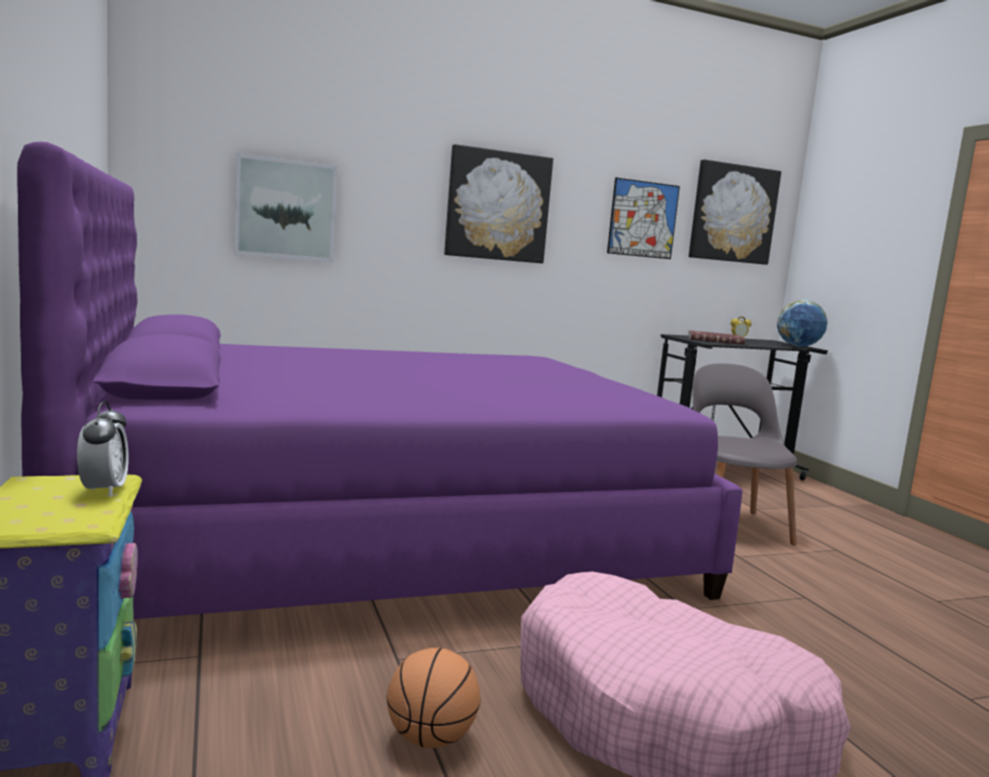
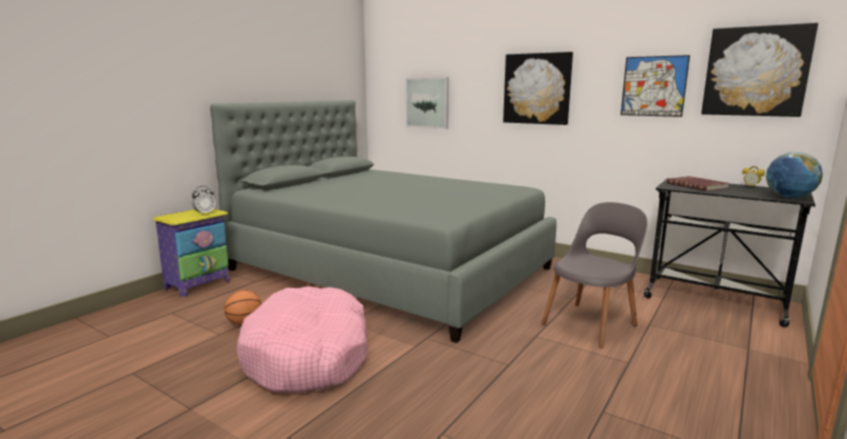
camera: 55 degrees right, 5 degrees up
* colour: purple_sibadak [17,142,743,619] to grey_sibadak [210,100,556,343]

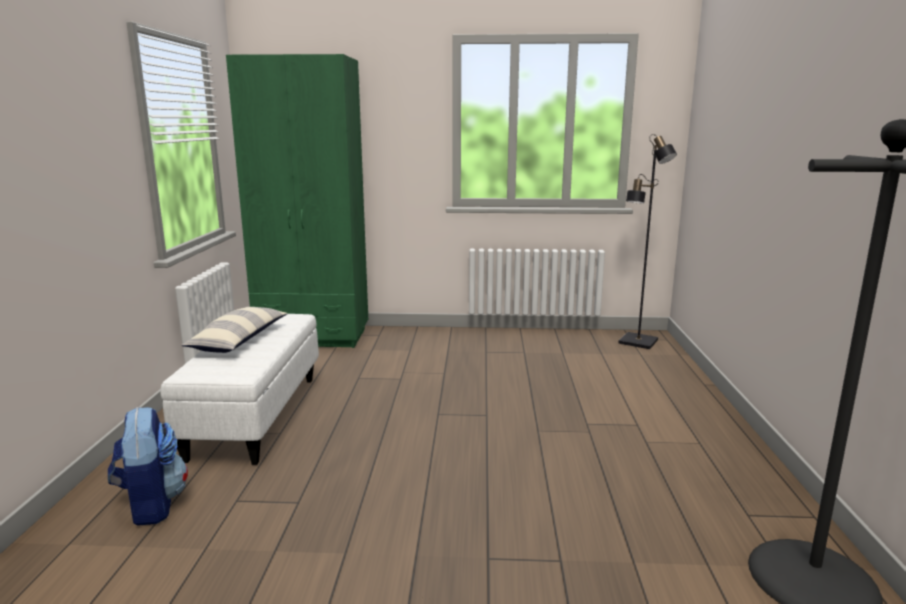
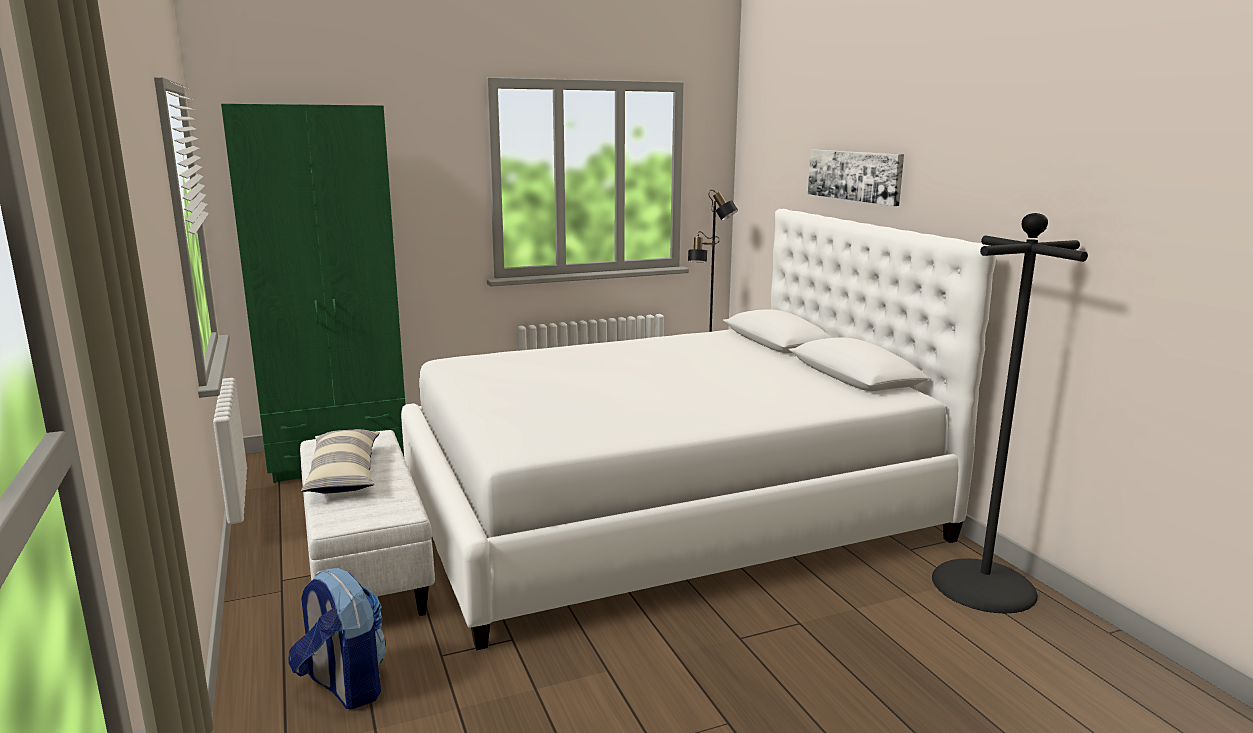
camera: 25 degrees left, 0 degrees up
* appeared: white_sibadak [401,209,996,650]
* appeared: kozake [808,150,904,206]

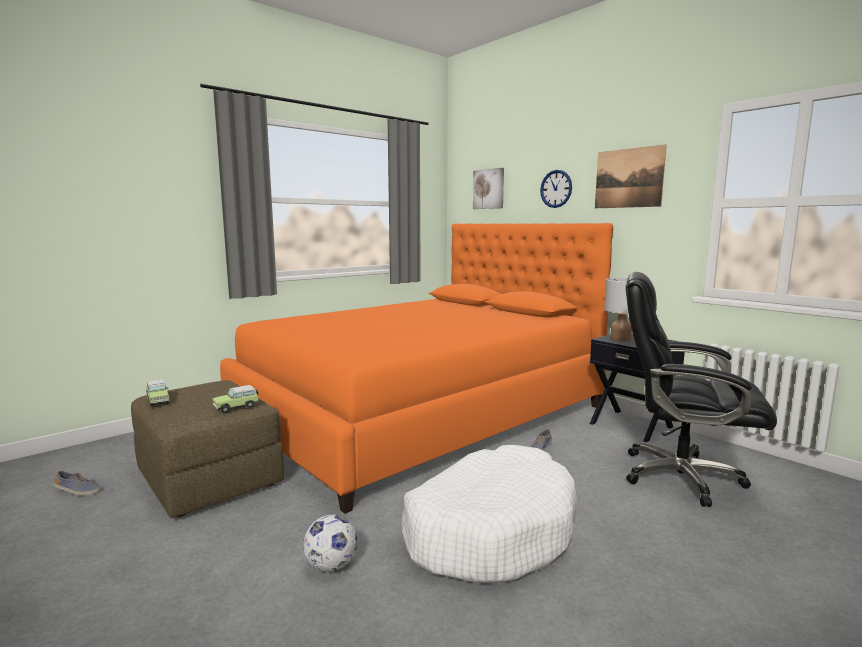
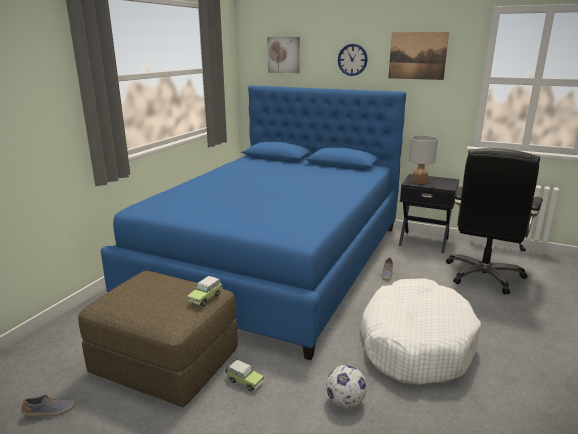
camera: 25 degrees left, 10 degrees up
* colour: orange_sibadak [220,223,613,514] to blue_sibadak [101,85,406,360]
* relocated: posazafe [146,379,170,407] to [226,360,264,391]
* spun: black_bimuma [626,272,777,507] = [446,148,543,295] 60 degrees counterclockwise

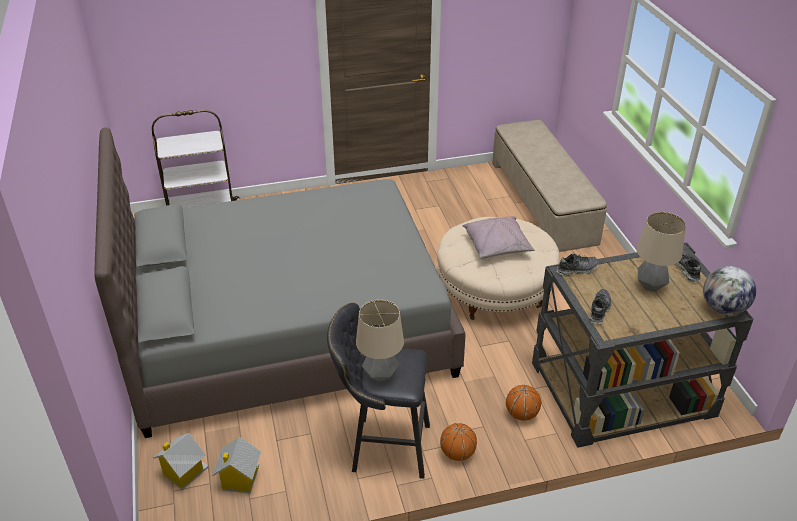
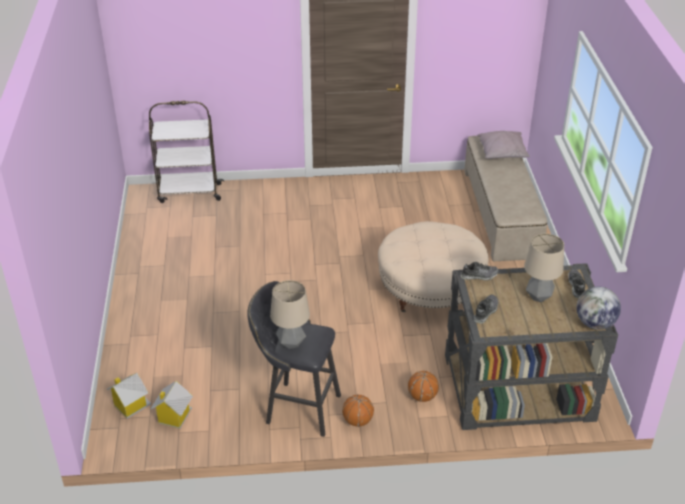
camera: 10 degrees right, 0 degrees up
* relocated: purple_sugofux [463,216,535,259] to [478,131,530,159]
* missing: grey_sibadak [94,127,465,438]

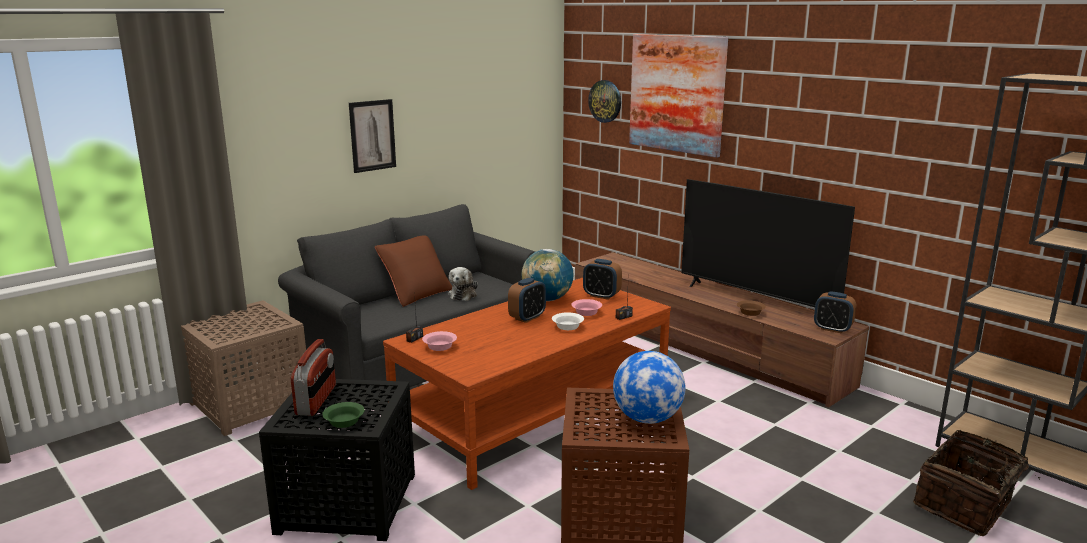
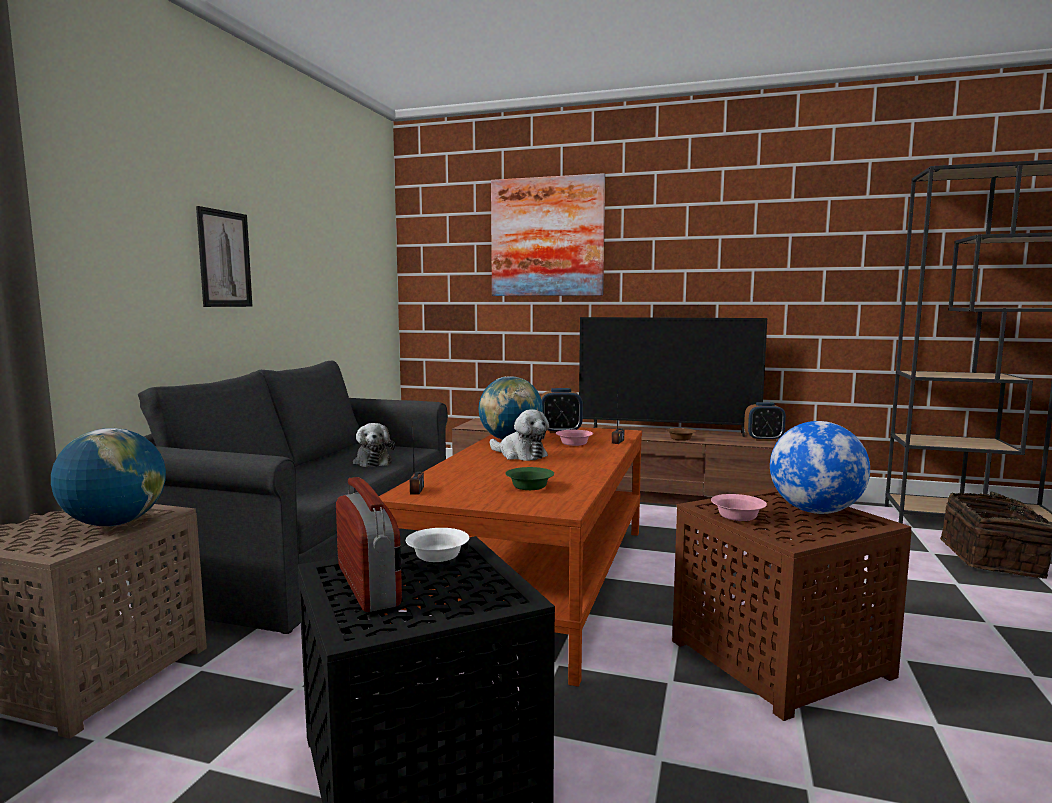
camera: 30 degrees left, 10 degrees down
* appeared: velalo [51,428,166,526]
* relocated: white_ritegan [552,312,584,330] to [406,528,469,562]
* exchanged: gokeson [508,278,546,323] to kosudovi [490,409,549,461]
* relocated: green_ritegan [322,402,365,428] to [505,467,554,490]
* relocated: pink_ritegan [422,331,457,351] to [711,494,767,521]
* missing: brown_sugofux [375,235,453,307]
* missing: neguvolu [588,80,621,123]

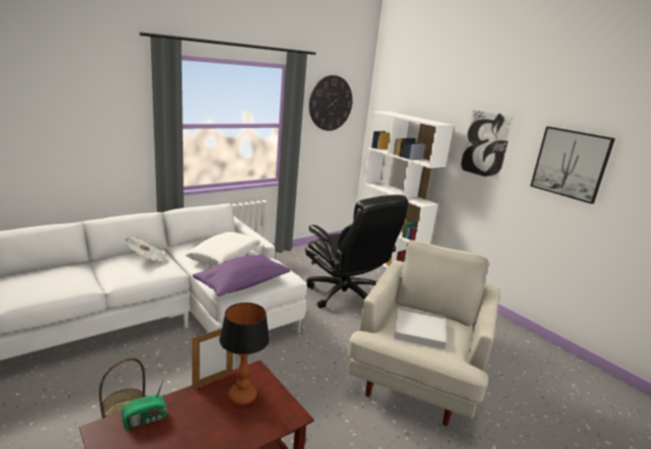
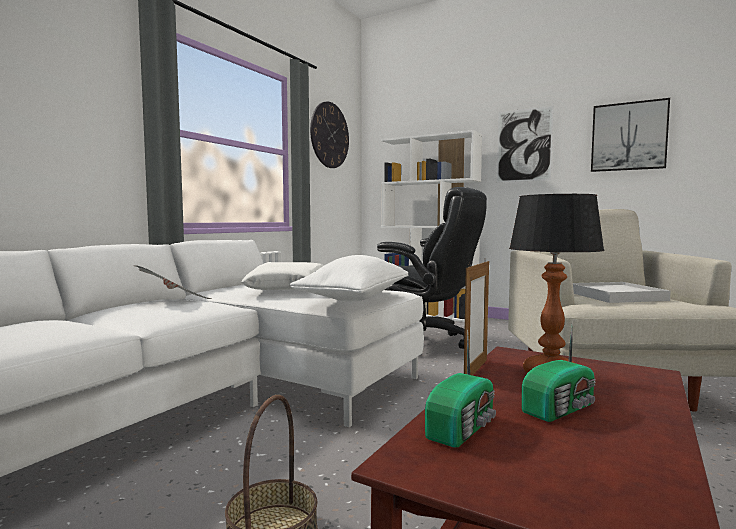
camera: 20 degrees left, 15 degrees down
* colour: purple_sugofux [192,254,290,297] to white_sugofux [290,255,408,302]
* appeared: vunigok [522,321,596,422]

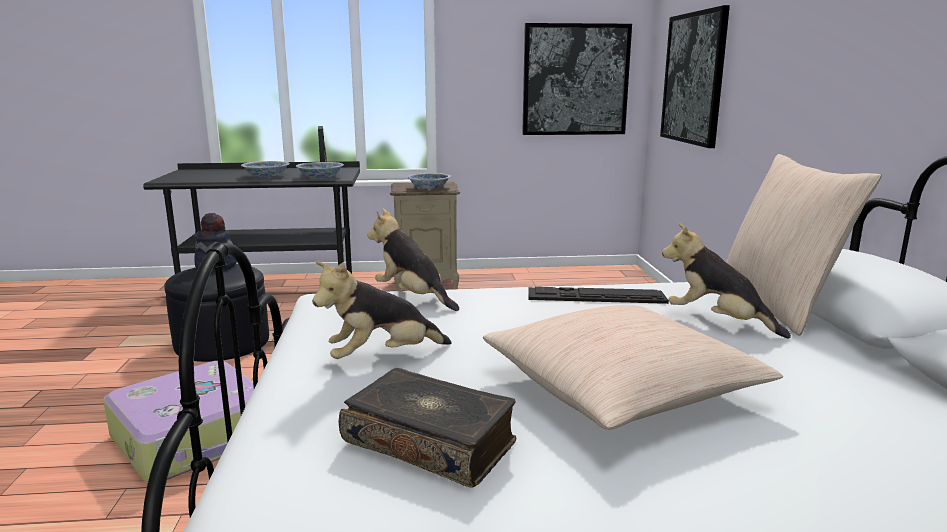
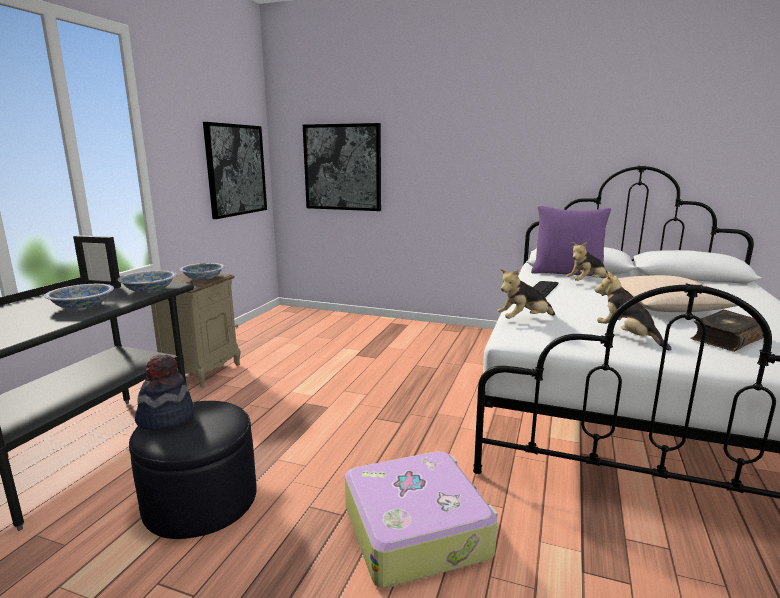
camera: 65 degrees left, 0 degrees up
* colour: beige_sugofux [726,154,882,336] to purple_sugofux [531,206,611,278]
* spun: kosudovi [312,261,452,359] = [595,272,671,351] 150 degrees clockwise

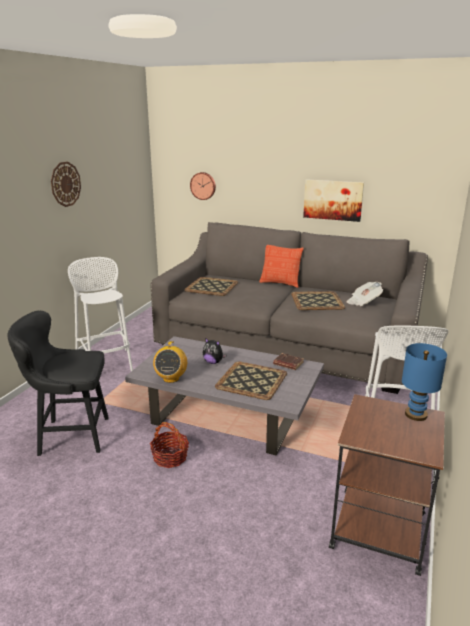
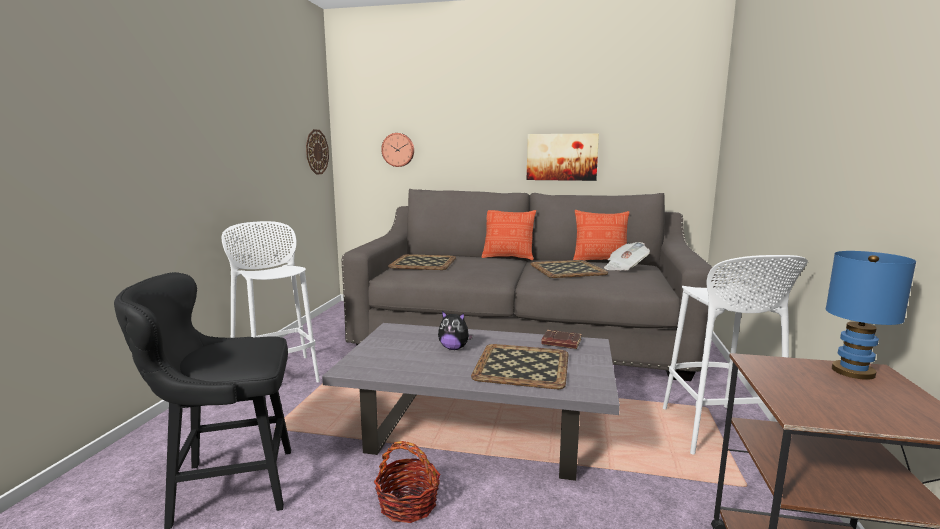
camera: 10 degrees left, 10 degrees down
* relocated: neguvolu [51,162,81,207] to [306,129,329,175]
* appeared: orange_sugofux [573,210,630,261]
* missing: vunigok [153,341,187,383]

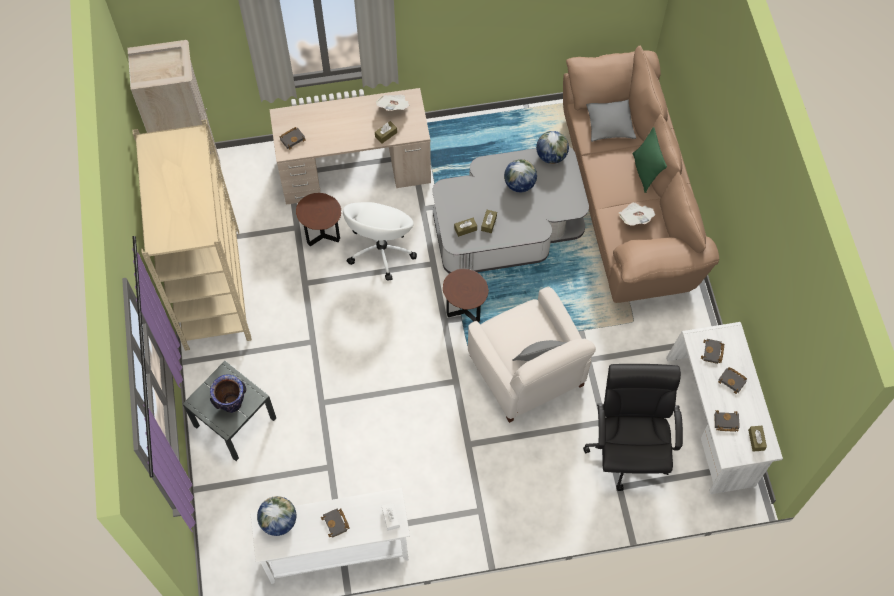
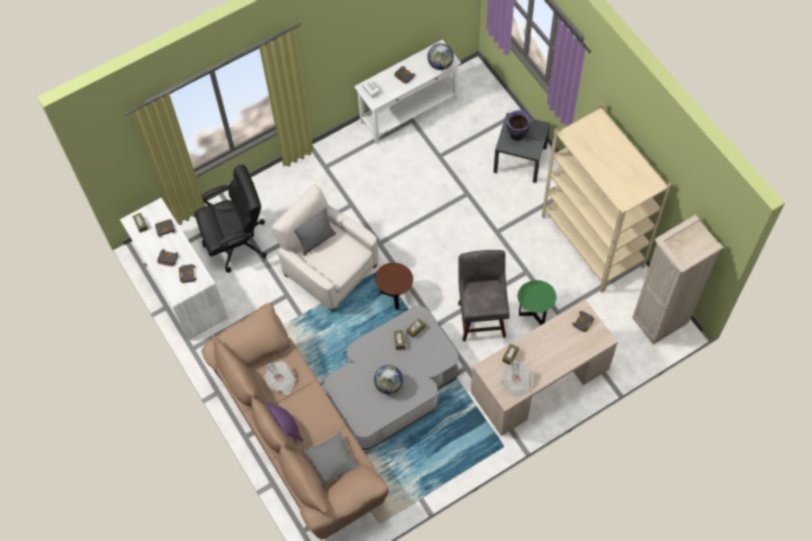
camera: 160 degrees right, 0 degrees up
* spun: black_bimuma [583,364,683,491] = [195,165,267,273] 90 degrees counterclockwise
* colour: green_sugofux [632,127,667,193] to purple_sugofux [264,401,303,441]
* exchanged: white_bimuma [343,202,417,281] to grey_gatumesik [458,250,510,341]
* colour: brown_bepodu [296,193,341,246] to green_bepodu [518,280,556,325]
* missing: velalo [536,131,569,164]

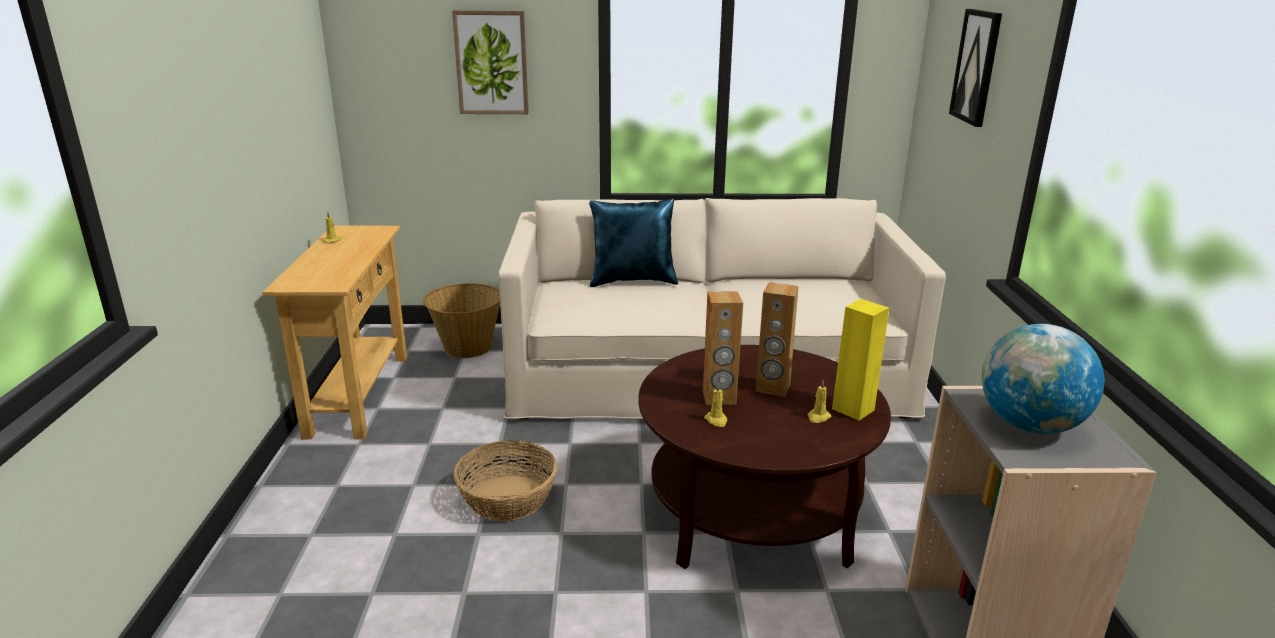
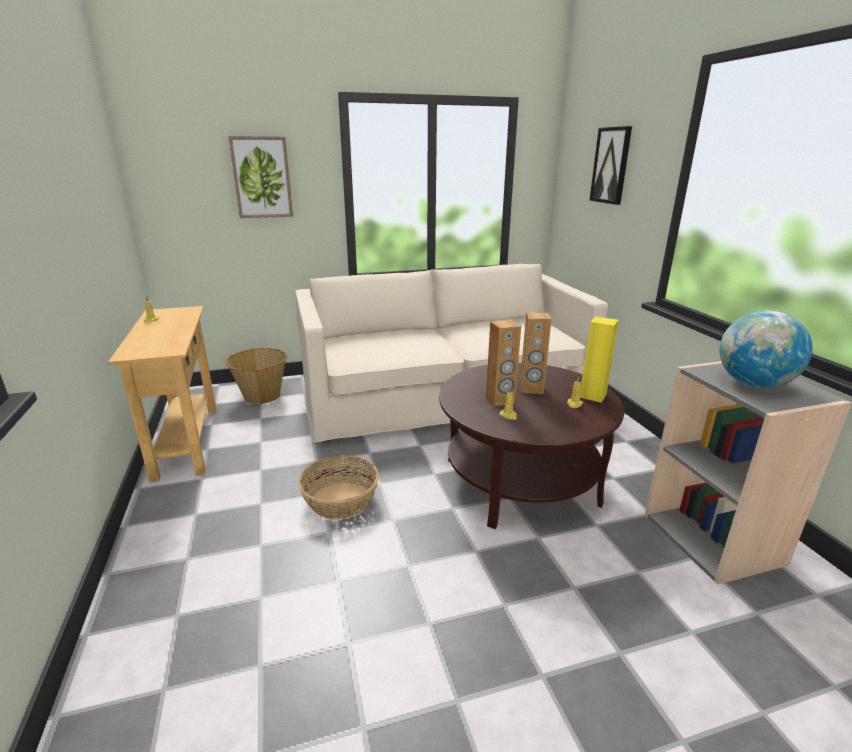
camera: 15 degrees left, 0 degrees up
* missing: blue_sugofux [589,198,678,287]

